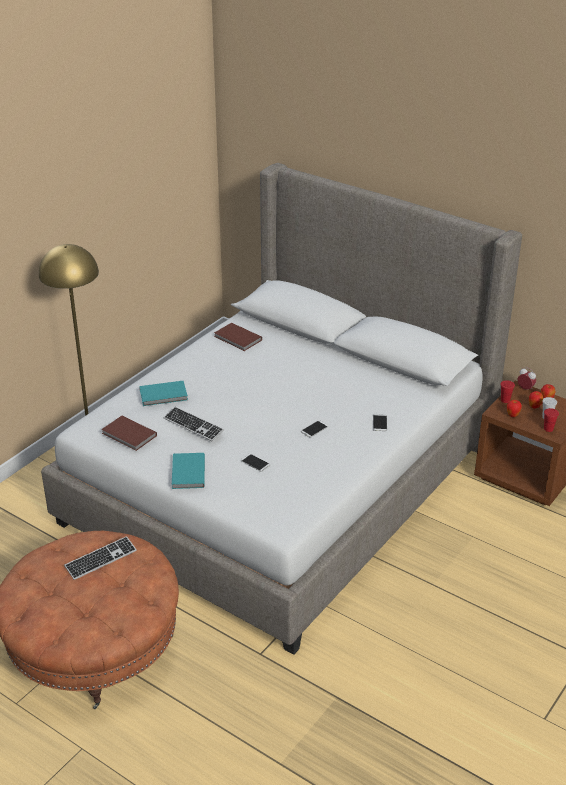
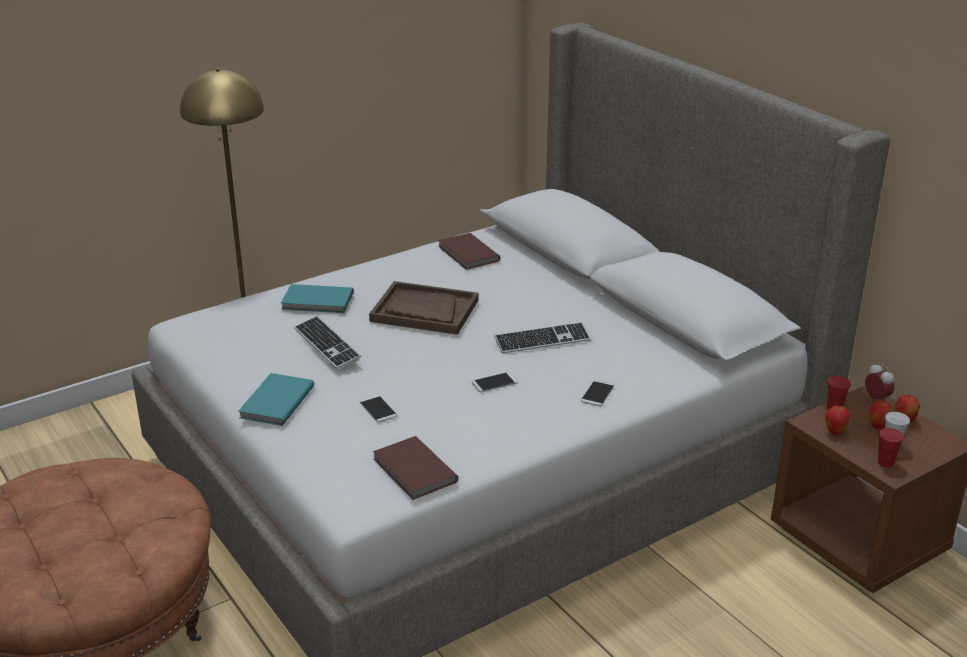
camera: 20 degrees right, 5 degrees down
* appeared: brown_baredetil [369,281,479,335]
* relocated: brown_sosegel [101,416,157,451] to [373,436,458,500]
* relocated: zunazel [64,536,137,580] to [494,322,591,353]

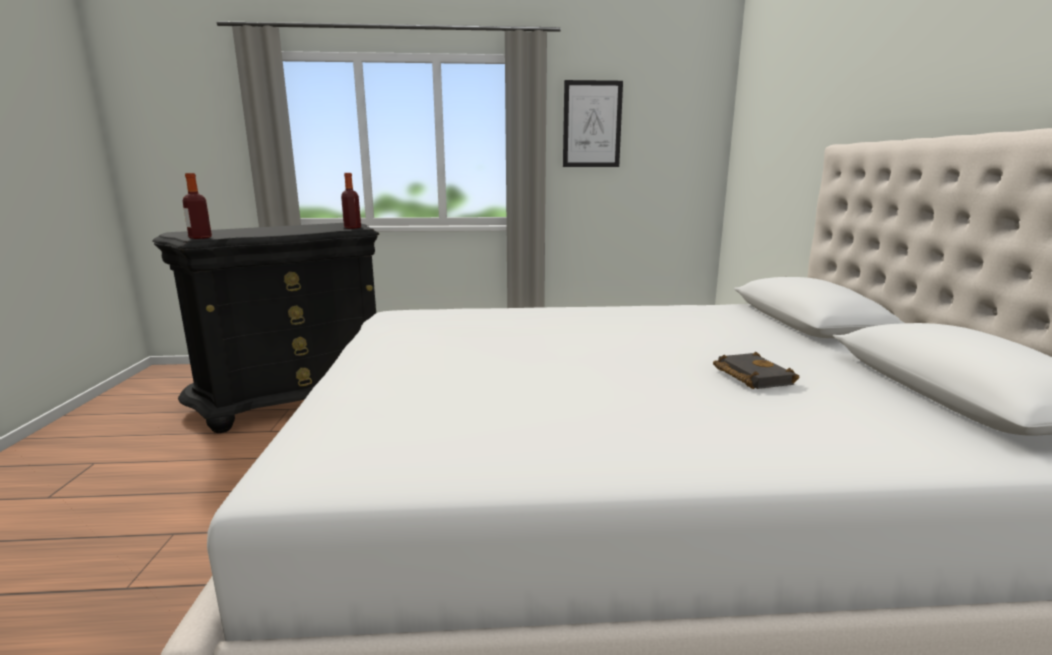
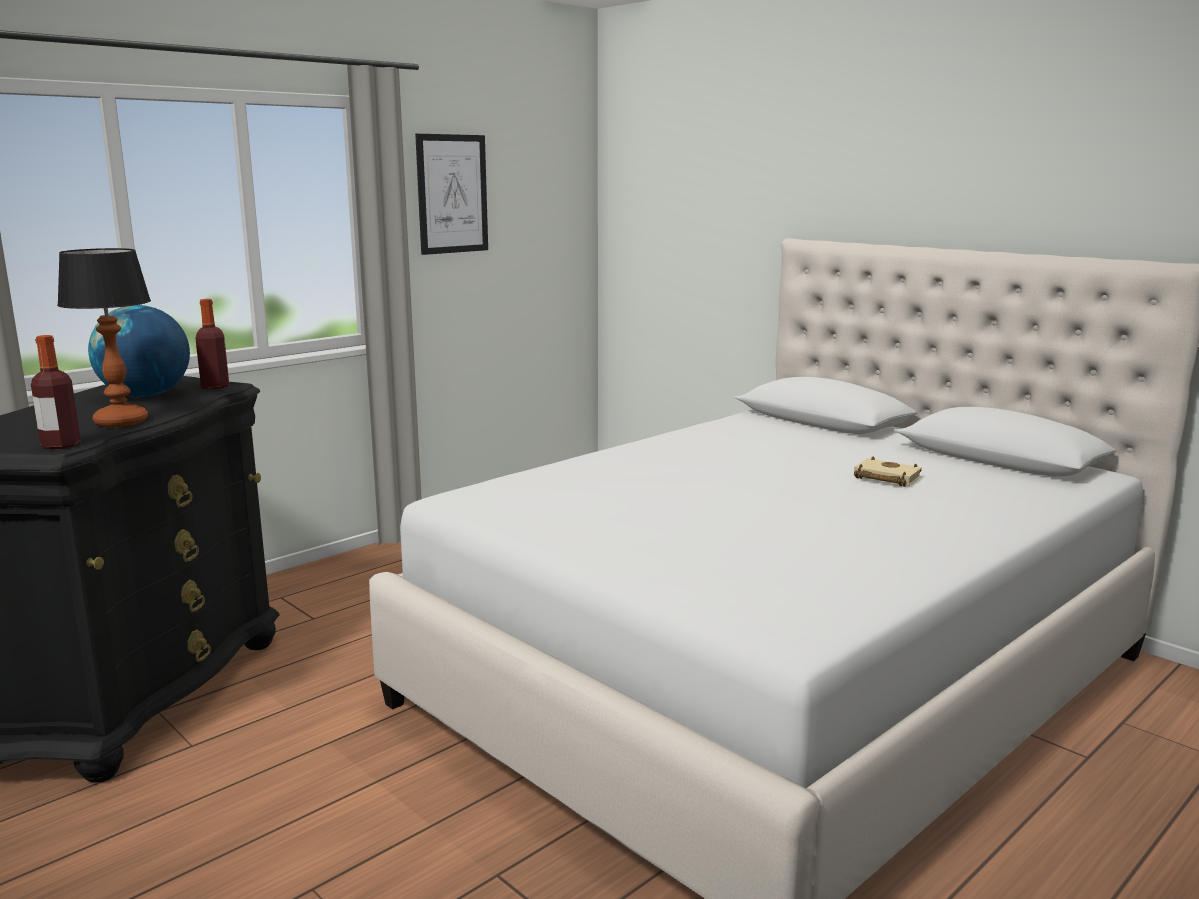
camera: 40 degrees left, 0 degrees up
* appeared: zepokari [57,248,151,427]
* appeared: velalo [88,305,190,398]
* colour: black_sosegel [713,352,799,389] to beige_sosegel [854,457,922,487]

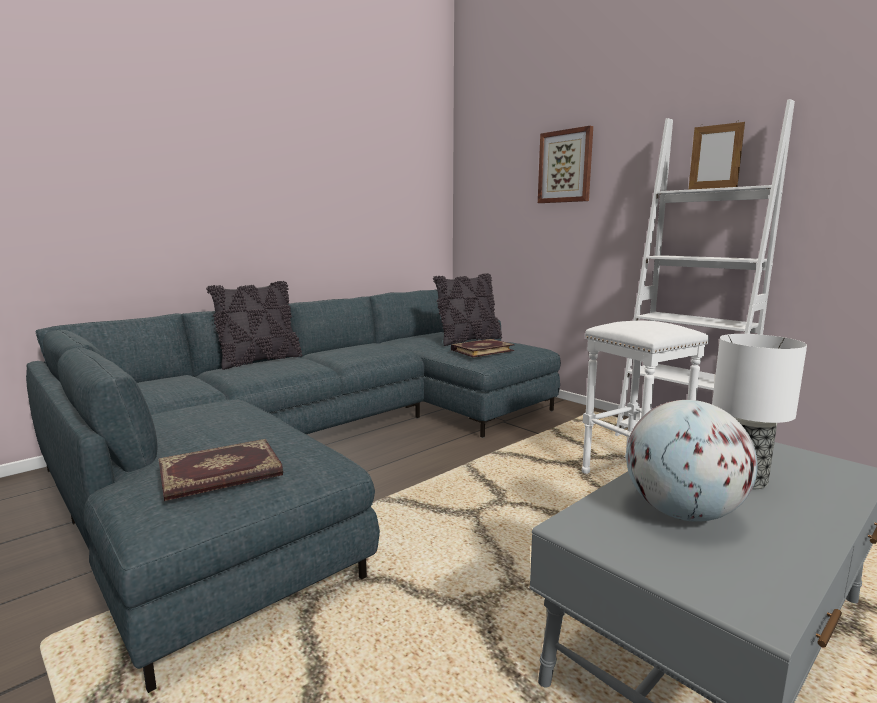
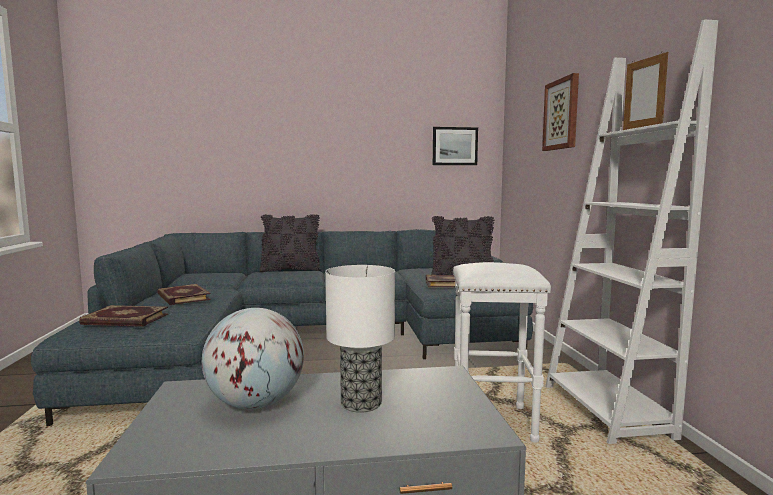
camera: 35 degrees right, 5 degrees down
* appeared: sosegel [157,284,211,305]
* appeared: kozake [433,127,478,165]

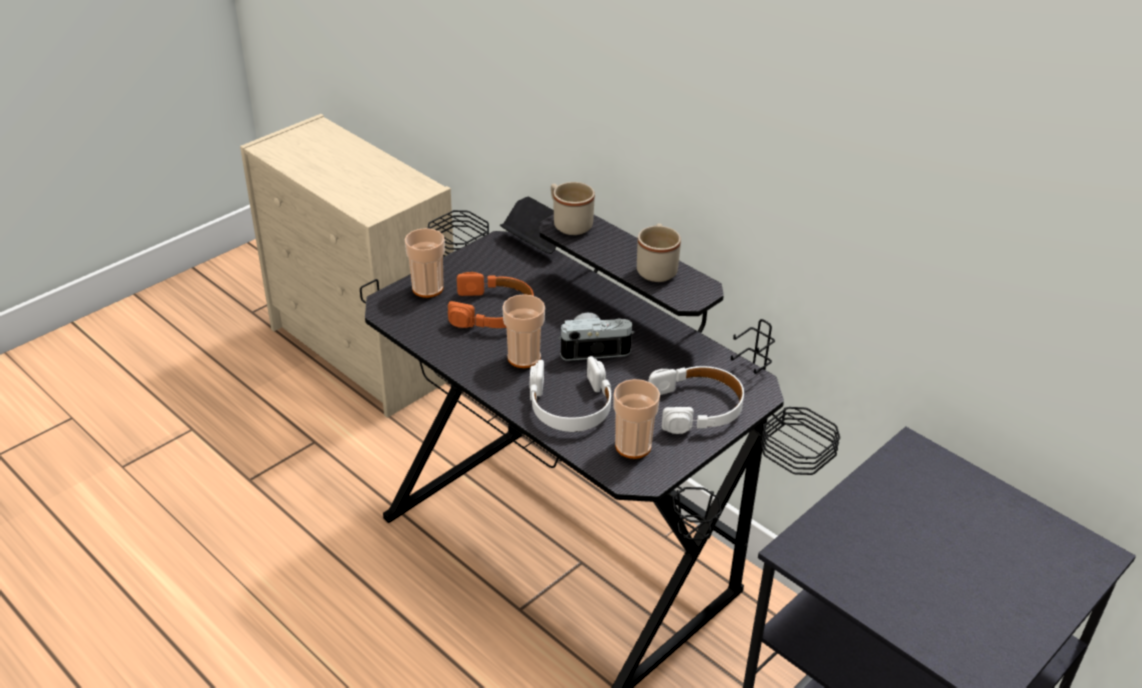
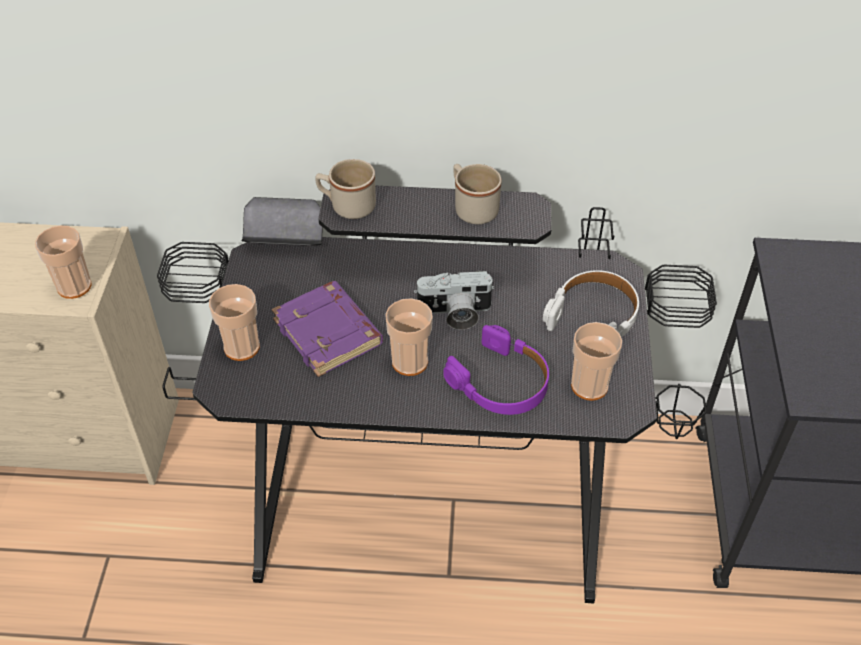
camera: 40 degrees left, 10 degrees up
* appeared: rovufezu [35,225,91,299]
* exchanged: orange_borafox [448,272,534,328] to purple_sosegel [272,281,383,377]
* spun: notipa [558,313,634,361] = [414,271,495,330] 135 degrees counterclockwise
* colour: white_borafox [530,356,612,432] to purple_borafox [443,325,549,415]

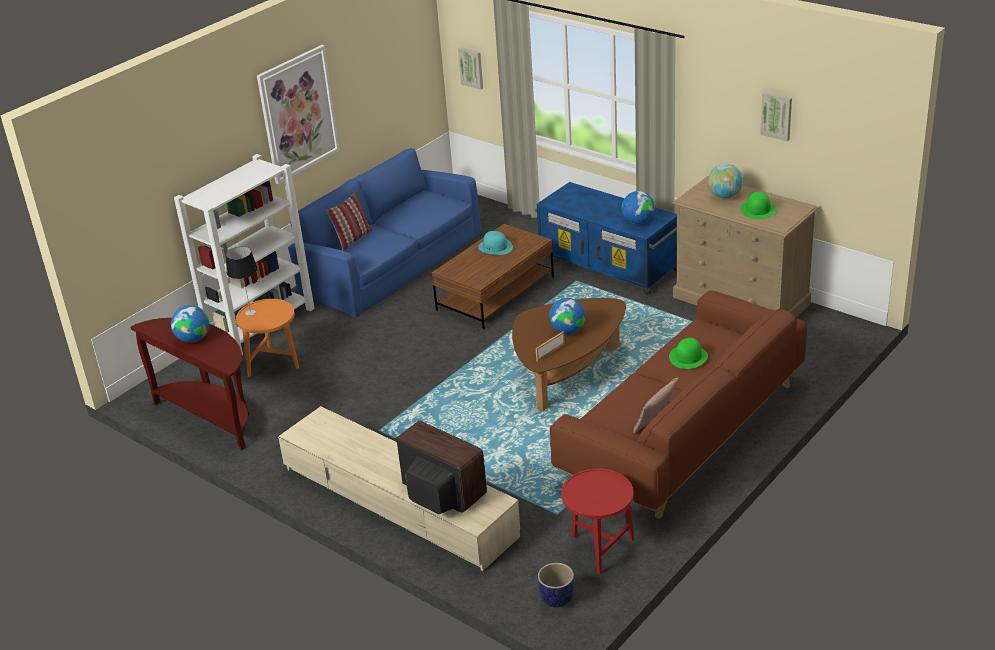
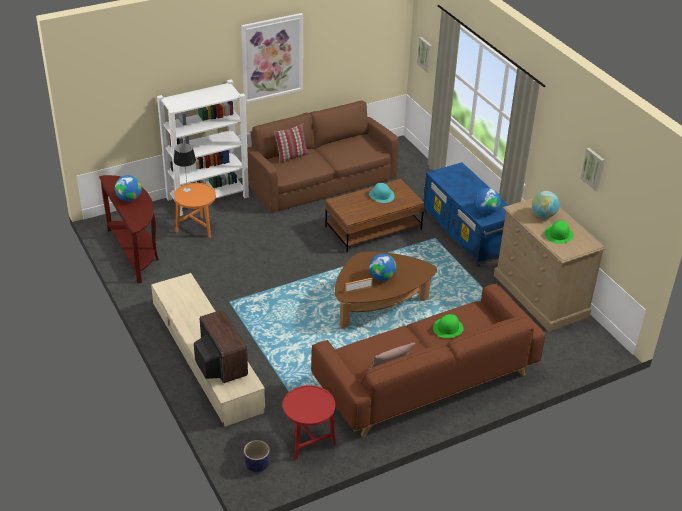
camera: 20 degrees right, 5 degrees up
* colour: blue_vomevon [288,148,482,317] to brown_vomevon [247,101,399,213]

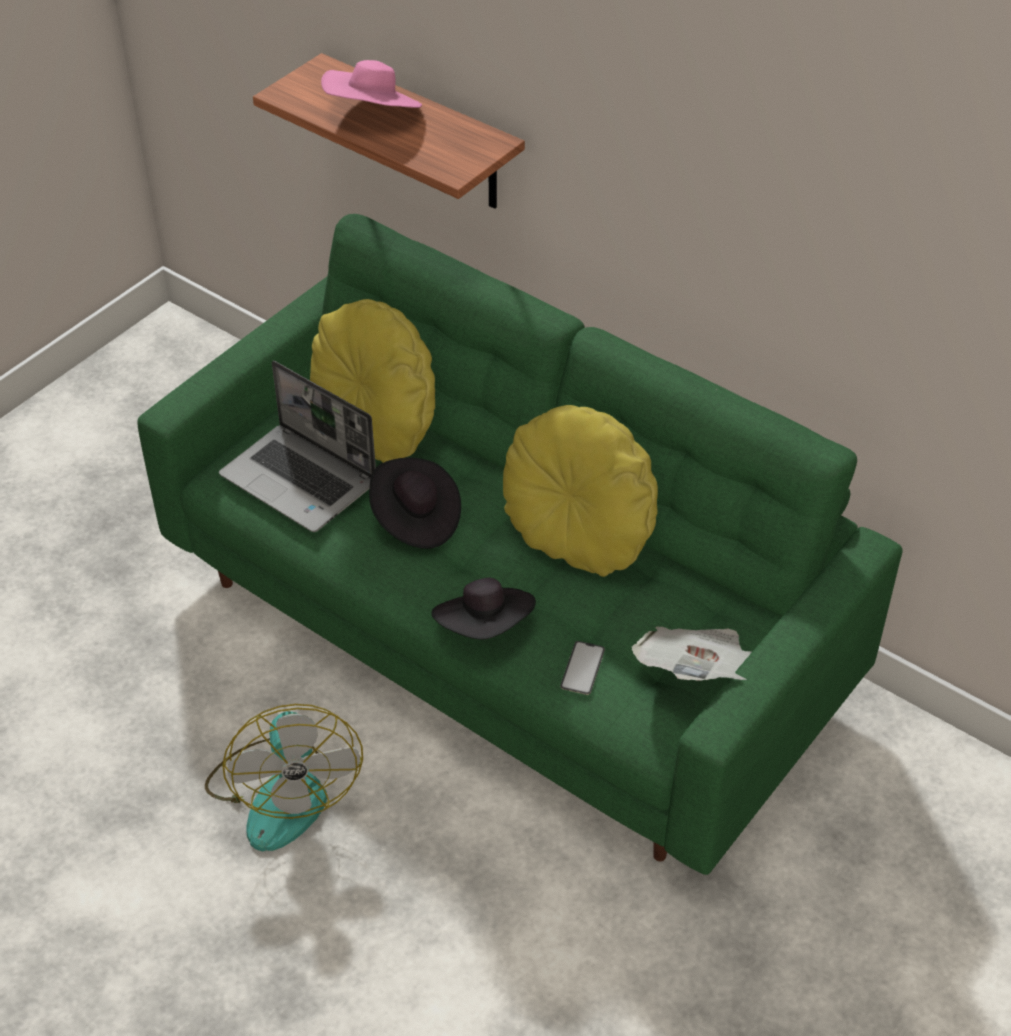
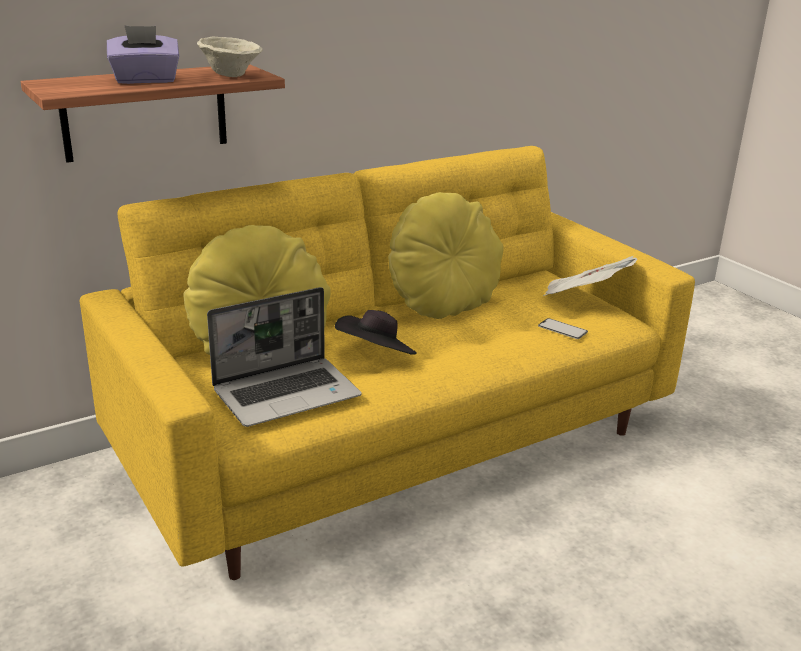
camera: 70 degrees left, 20 degrees down
* colour: green_vomevon [137,214,903,875] to yellow_vomevon [80,146,695,580]
* exchanged: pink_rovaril [321,60,422,108] to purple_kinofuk [107,25,179,84]
* appeared: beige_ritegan [197,37,262,77]
* missing: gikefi [205,704,363,851]
* missing: black_rovaril [432,578,536,639]

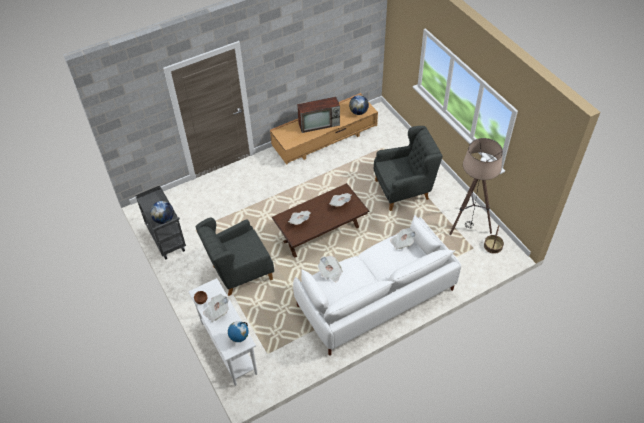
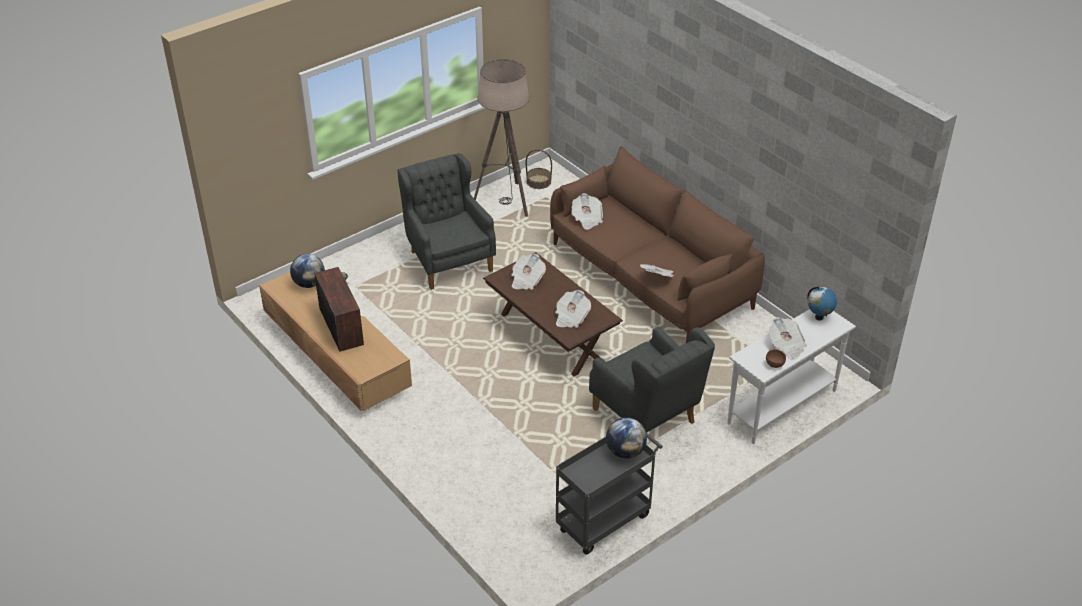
camera: 100 degrees left, 10 degrees down
* colour: white_vomevon [293,215,461,355] to brown_vomevon [550,146,765,343]

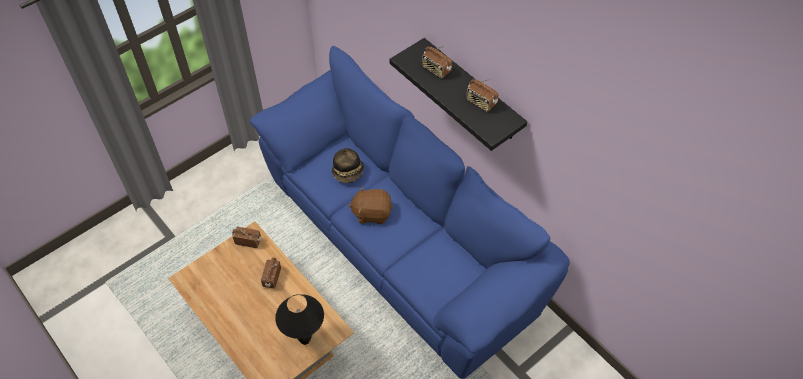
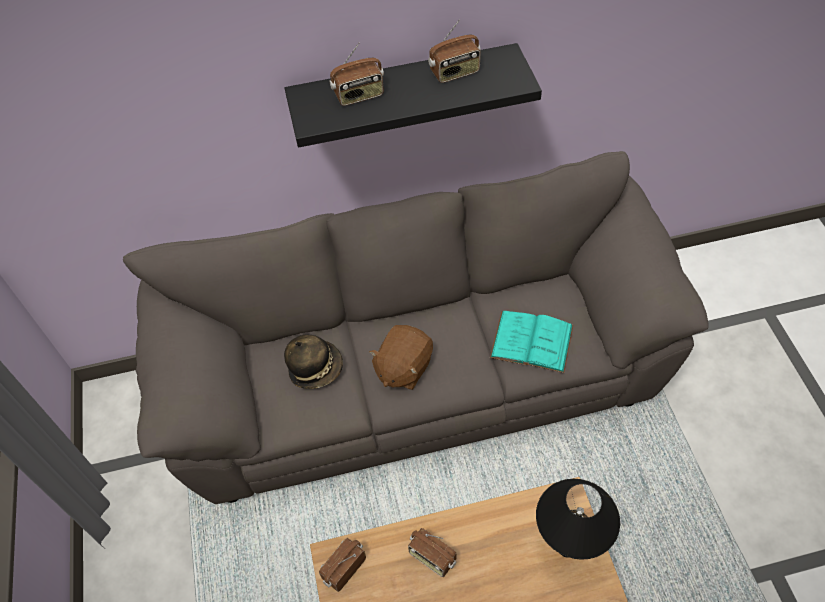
camera: 60 degrees left, 0 degrees up
* colour: blue_vomevon [249,46,570,379] to grey_vomevon [123,151,709,504]
* appeared: turquoise_sosegel [490,311,573,373]

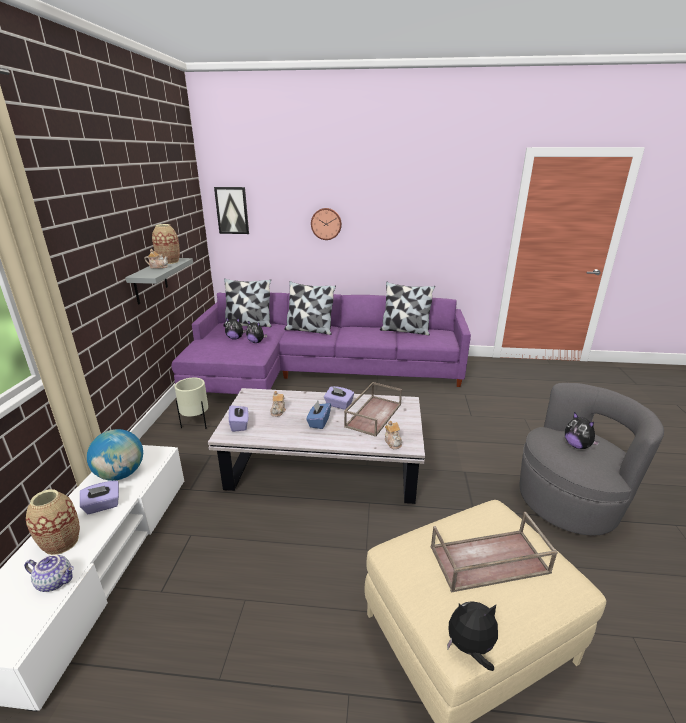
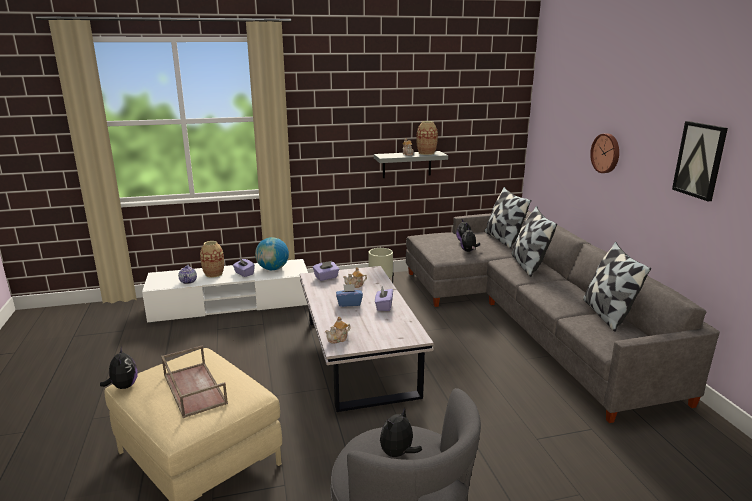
camera: 70 degrees right, 5 degrees down
* colour: purple_vomevon [171,293,471,394] to grey_vomevon [406,210,720,423]
* relocated: kozake [214,187,249,234] to [672,121,728,201]
* missing: brown_baredetil [344,382,402,437]

